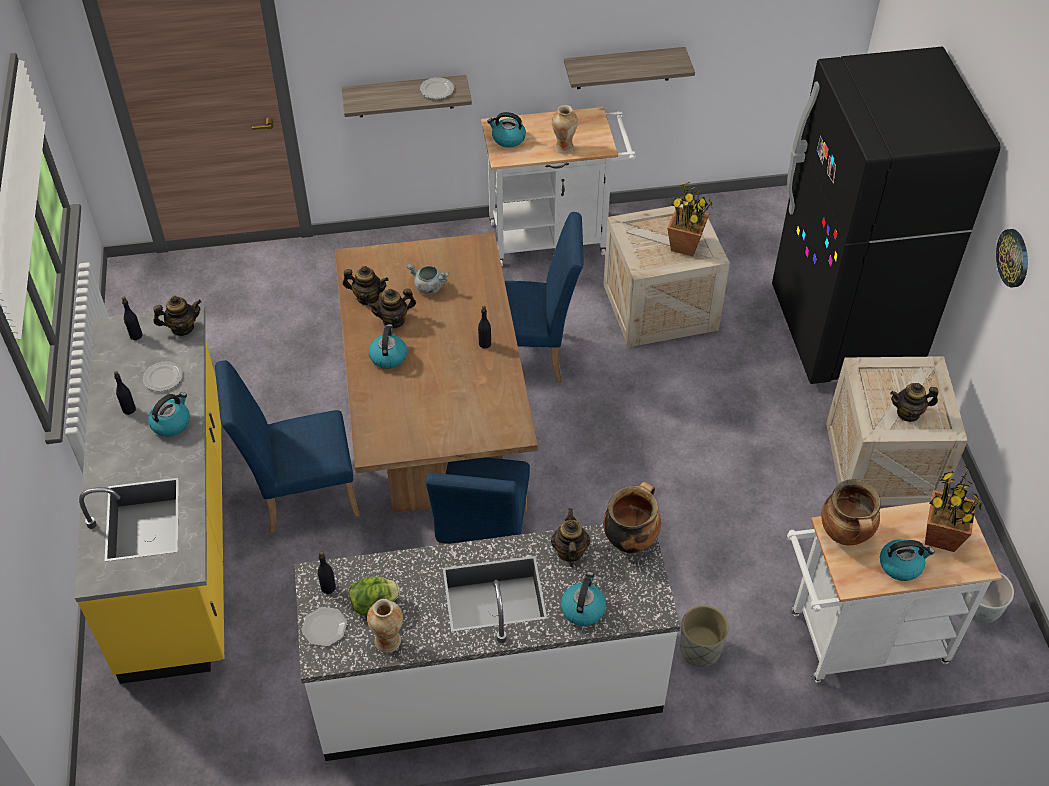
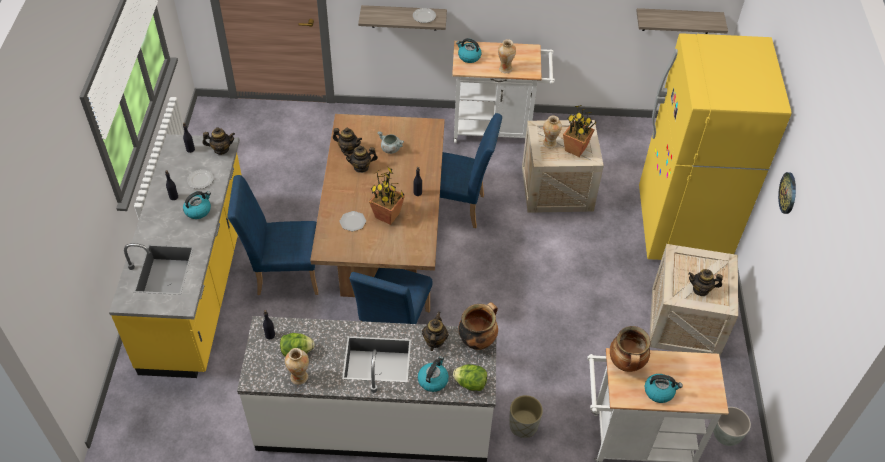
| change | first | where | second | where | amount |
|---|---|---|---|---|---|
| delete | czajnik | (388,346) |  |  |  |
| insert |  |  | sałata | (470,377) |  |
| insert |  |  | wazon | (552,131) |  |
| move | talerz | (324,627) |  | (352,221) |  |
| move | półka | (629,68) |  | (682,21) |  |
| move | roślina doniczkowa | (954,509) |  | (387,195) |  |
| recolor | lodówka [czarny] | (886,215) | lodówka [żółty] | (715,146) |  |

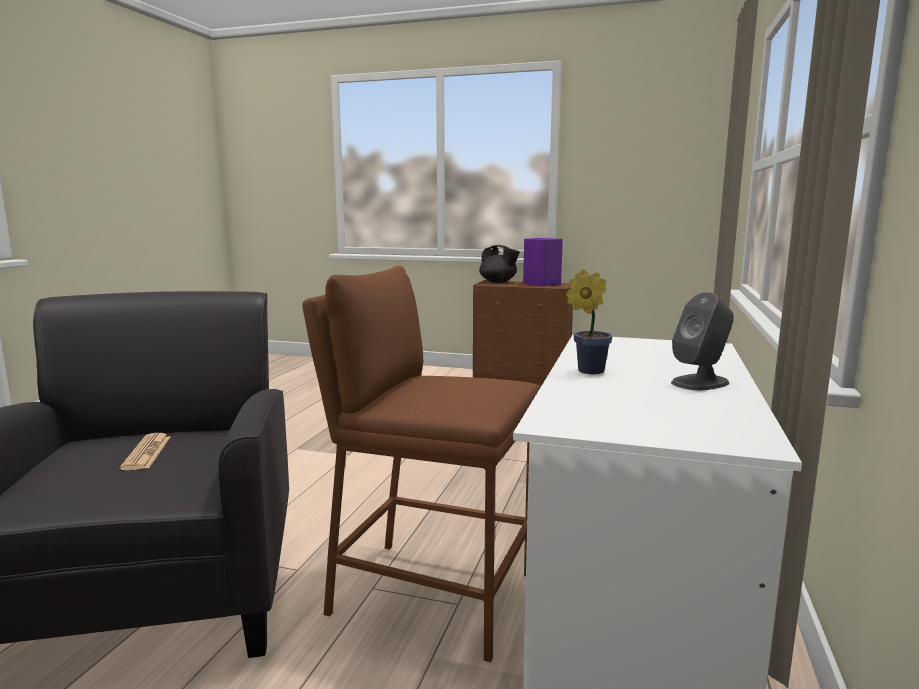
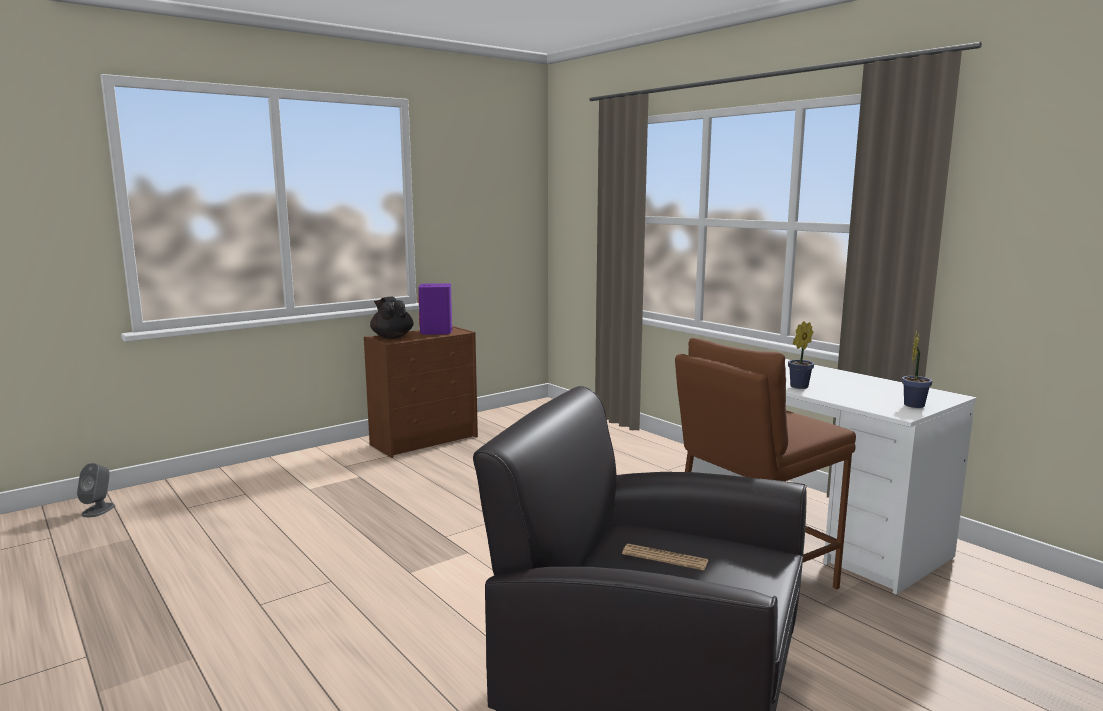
| change | first | where | second | where | amount |
|---|---|---|---|---|---|
| insert |  |  | roślina doniczkowa | (917,369) |  |
| move | głośnik [szary] | (702,341) |  | (96,490) |  |
| rotate | imbryk [czarny] | (499,264) |  | (391,317) | 105 degrees counterclockwise |

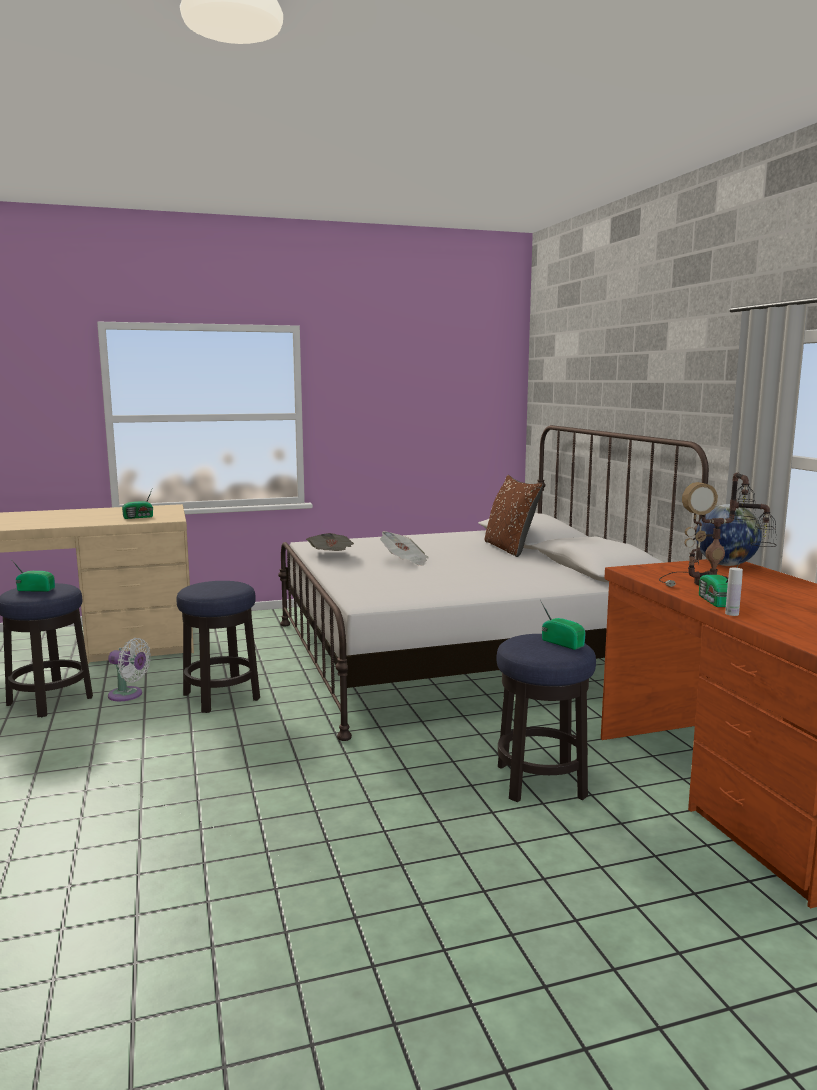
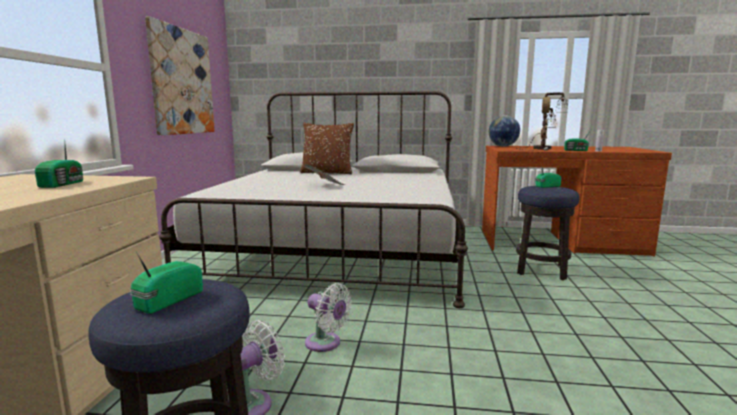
| change | first | where | second | where | amount |
|---|---|---|---|---|---|
| delete | gazeta | (330,542) |  |  |  |
| insert |  |  | obraz | (180,75) |  |
| replace | stołek | (218,647) | wentylator [biały] | (328,317) |  |

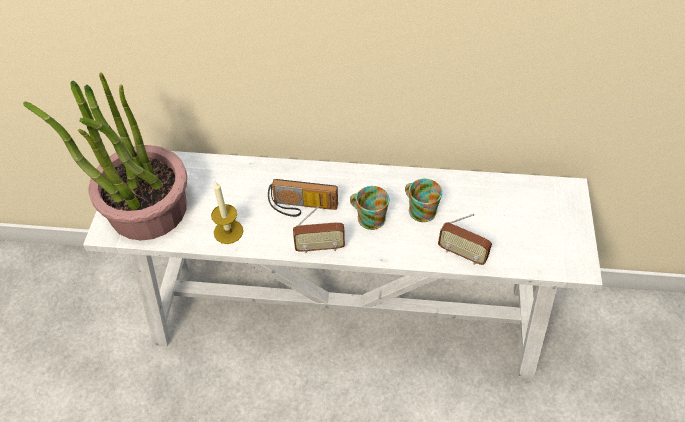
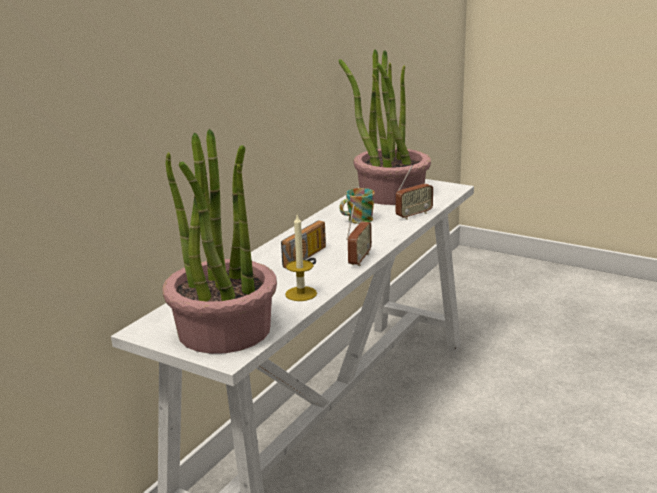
| change | first | where | second | where | amount |
|---|---|---|---|---|---|
| delete | kubek | (369,208) |  |  |  |
| insert |  |  | roślina doniczkowa | (385,127) |  |

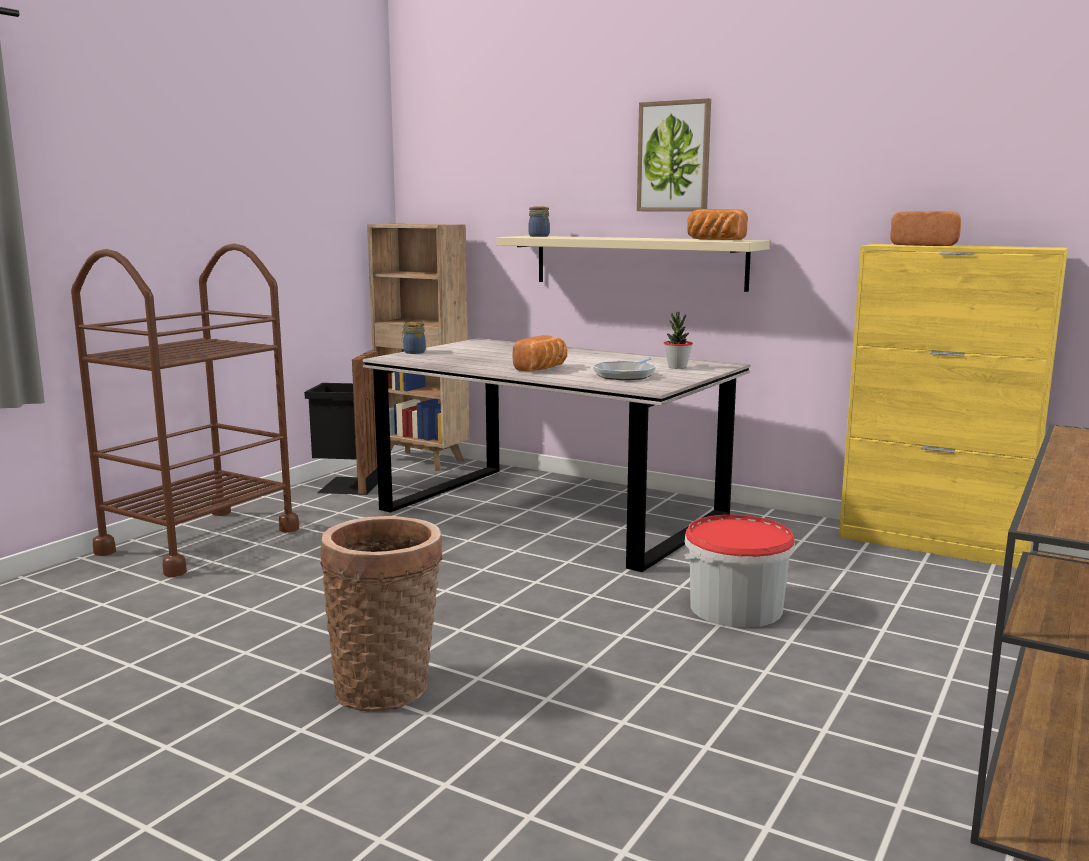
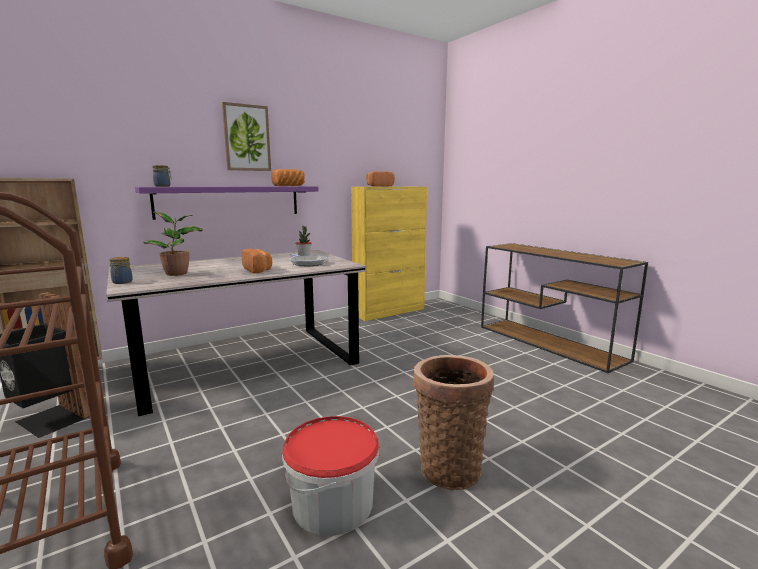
| change | first | where | second | where | amount |
|---|---|---|---|---|---|
| insert |  |  | roślina doniczkowa | (173,244) |  |
| move | wiadro | (740,571) |  | (331,476) |  |
| recolor | półka [beżowy] | (633,264) | półka [fioletowy] | (227,203) |  |

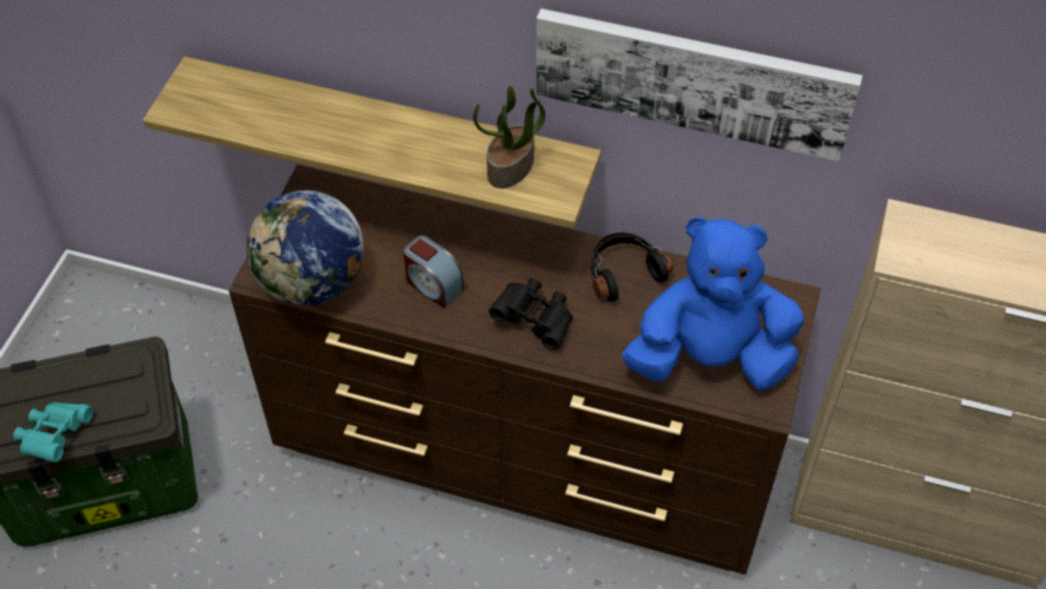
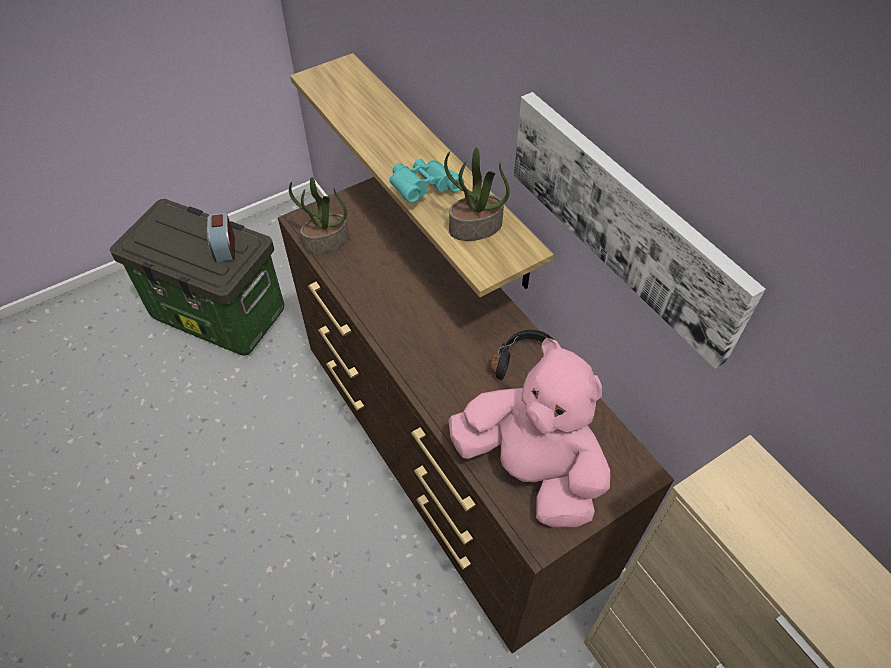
| change | first | where | second | where | amount |
|---|---|---|---|---|---|
| delete | lornetka [czarny] | (531,314) |  |  |  |
| move | lornetka [turkusowy] | (53,432) |  | (426,181) |  |
| move | budzik | (433,271) |  | (221,237) |  |
| replace | globus | (305,248) | roślina doniczkowa | (319,215) |  |
| recolor | pluszak [niebieski] | (713,304) | pluszak [różowy] | (529,432) |  |

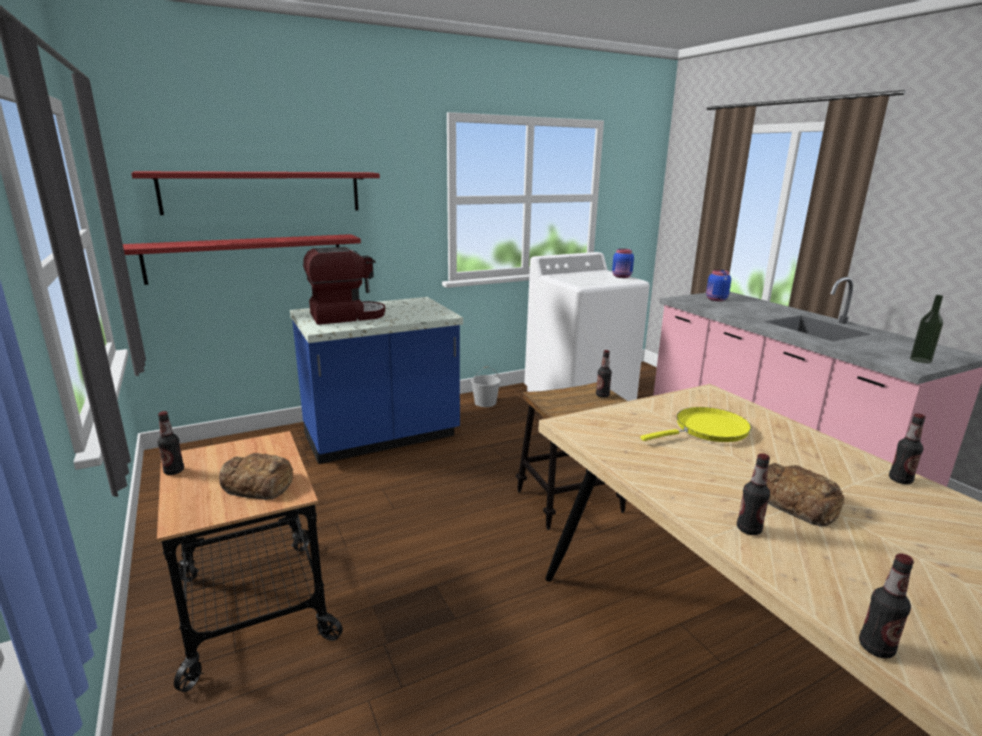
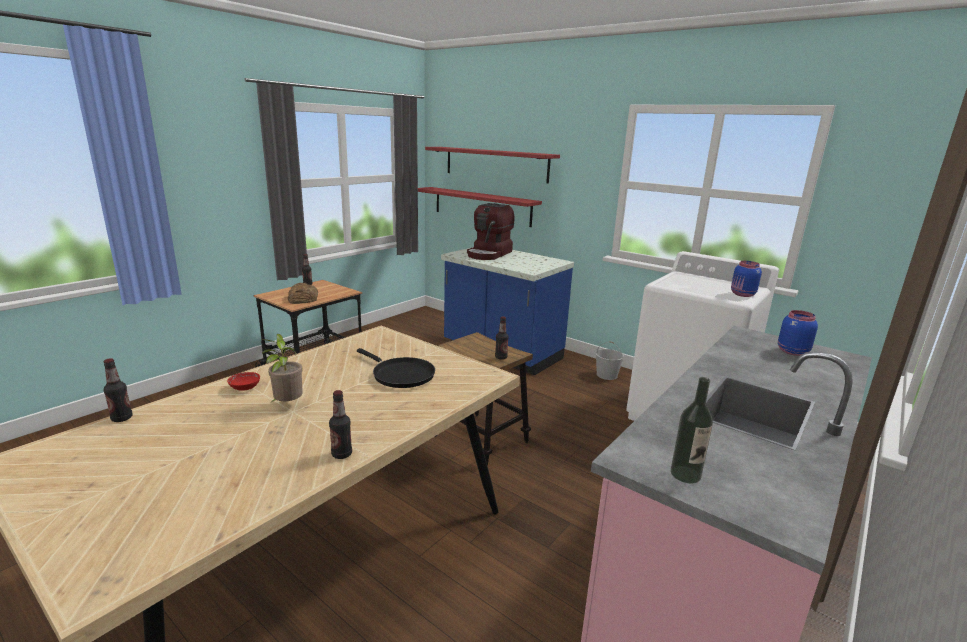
| change | first | where | second | where | amount |
|---|---|---|---|---|---|
| replace | butelka | (753,494) | miska [czerwony] | (243,381) |  |
| replace | chleb | (805,494) | roślina doniczkowa | (282,368) |  |
| recolor | patelnia [żółty] | (695,424) | patelnia [czarny] | (396,368) |  |
| rotate | ekspres do kawy | (344,286) |  | (491,231) | 75 degrees clockwise |

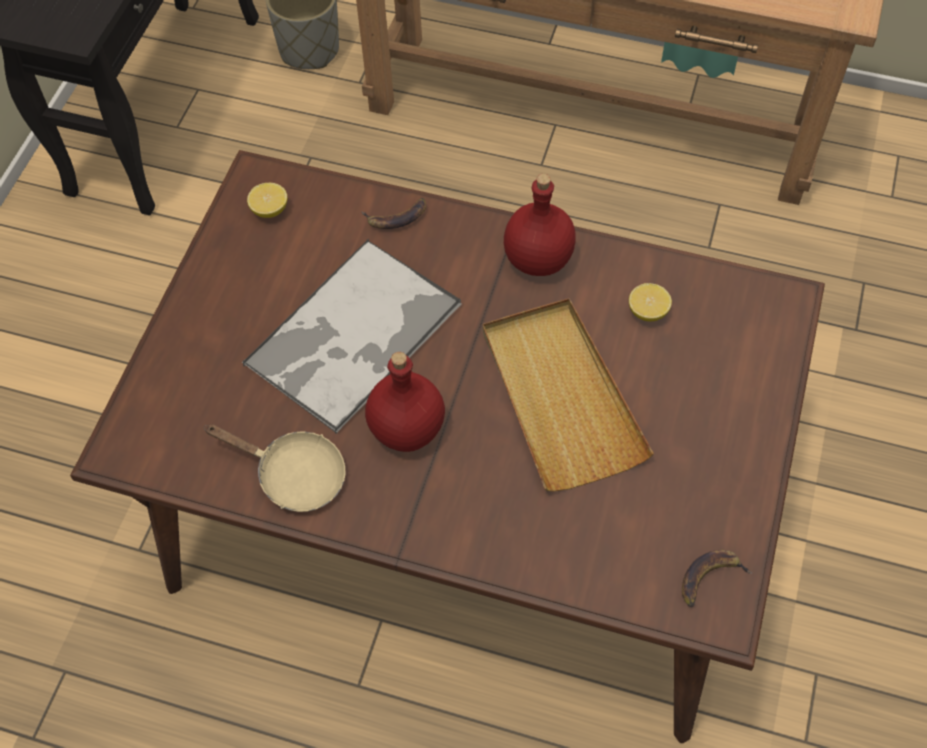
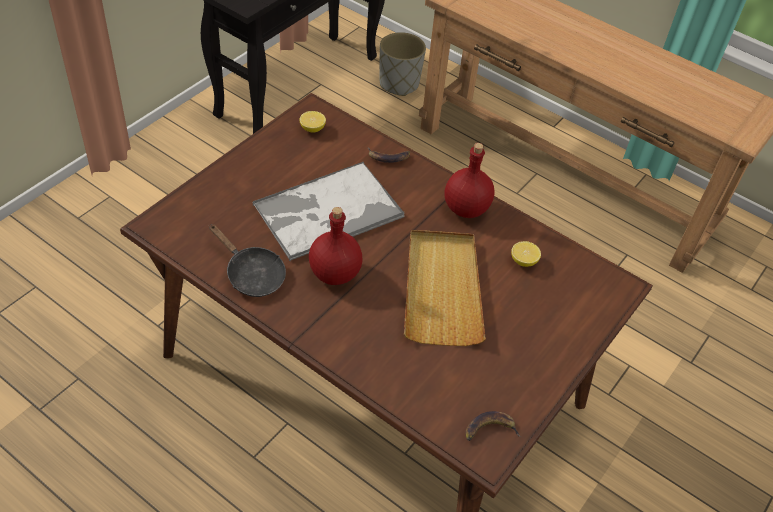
| change | first | where | second | where | amount |
|---|---|---|---|---|---|
| recolor | patelnia [beżowy] | (275,468) | patelnia [czarny] | (247,260) |  |

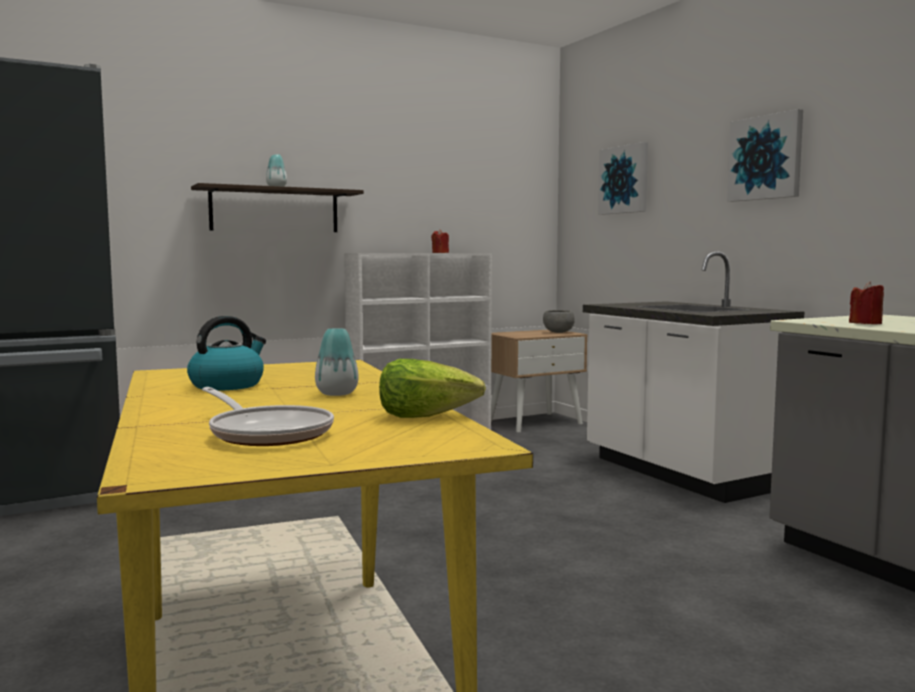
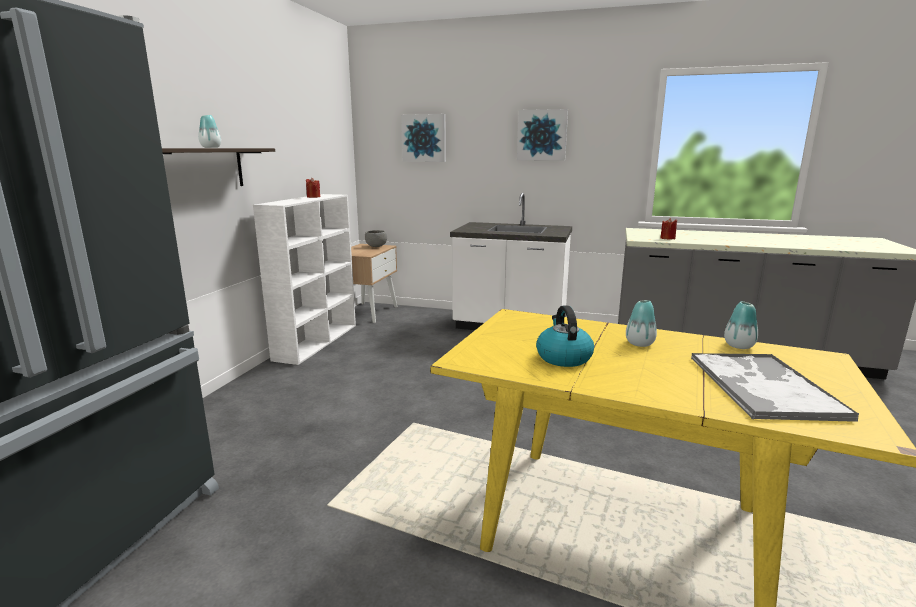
| change | first | where | second | where | amount |
|---|---|---|---|---|---|
| replace | patelnia | (268,416) | taca | (775,387) |  |
| replace | sałata | (432,388) | wazon | (741,325) |  |

